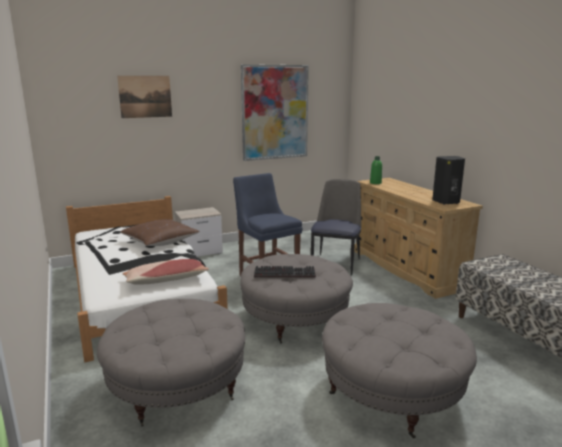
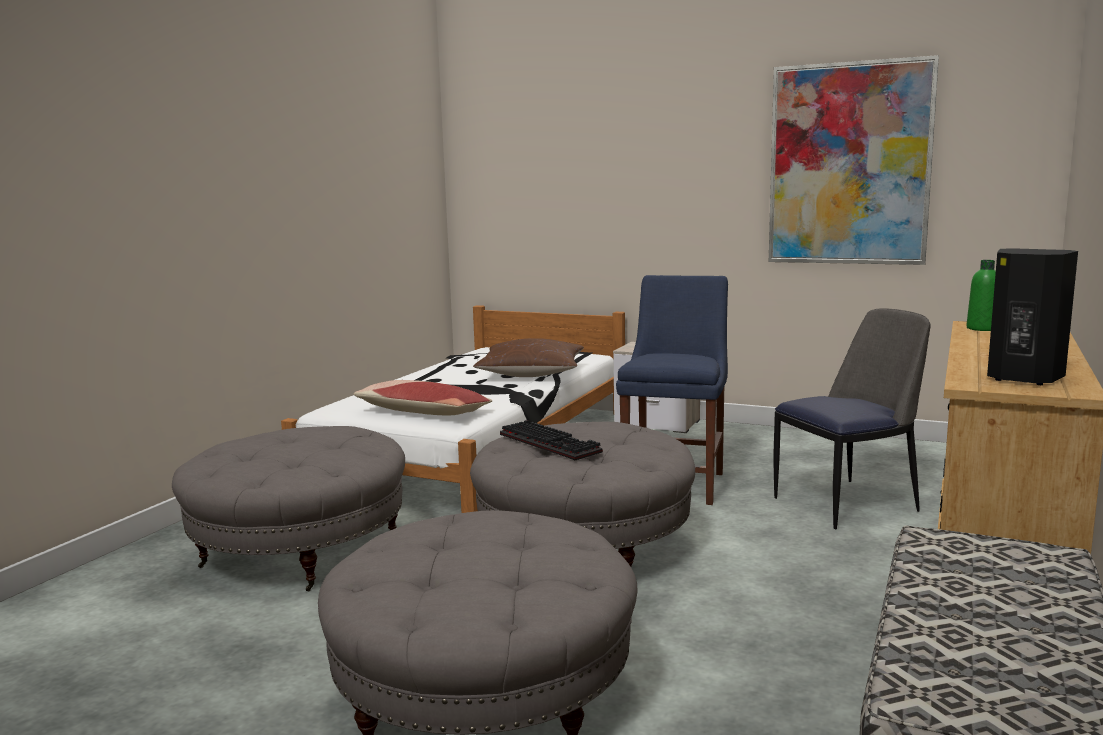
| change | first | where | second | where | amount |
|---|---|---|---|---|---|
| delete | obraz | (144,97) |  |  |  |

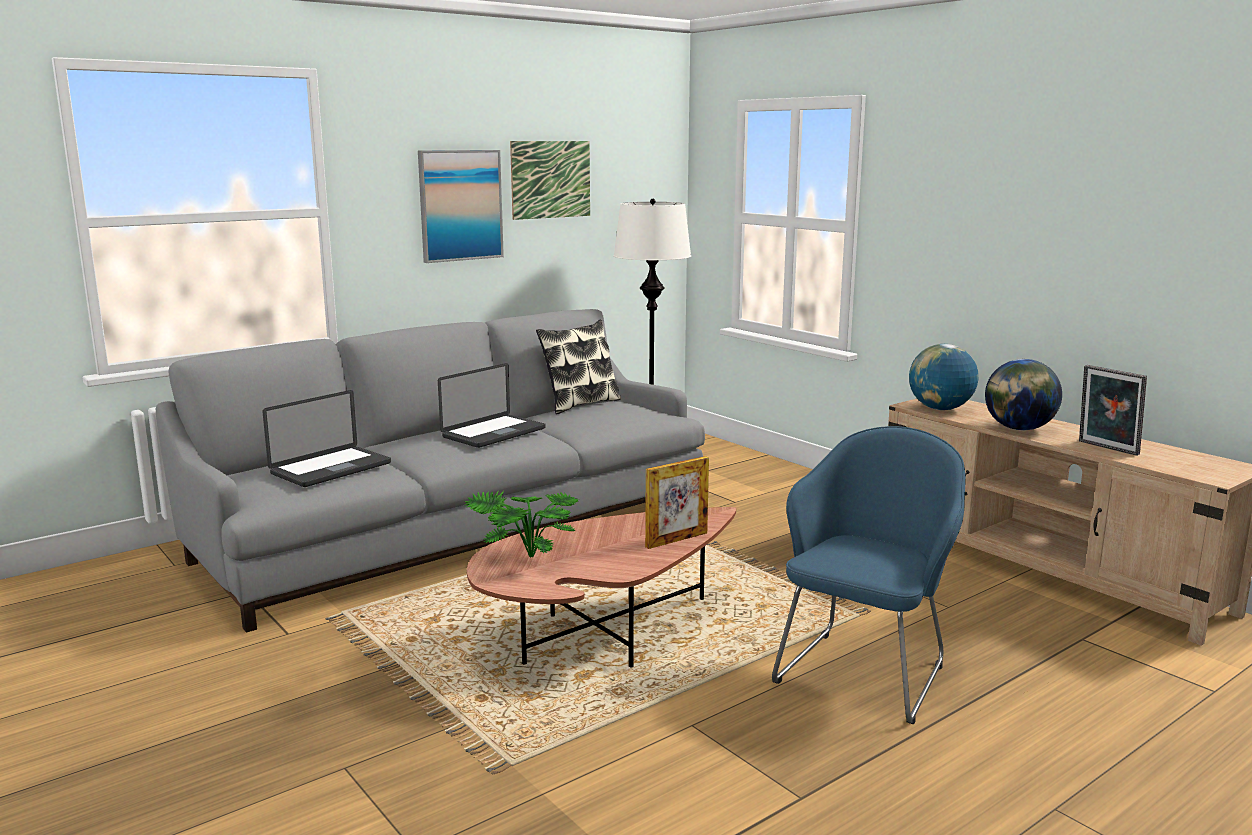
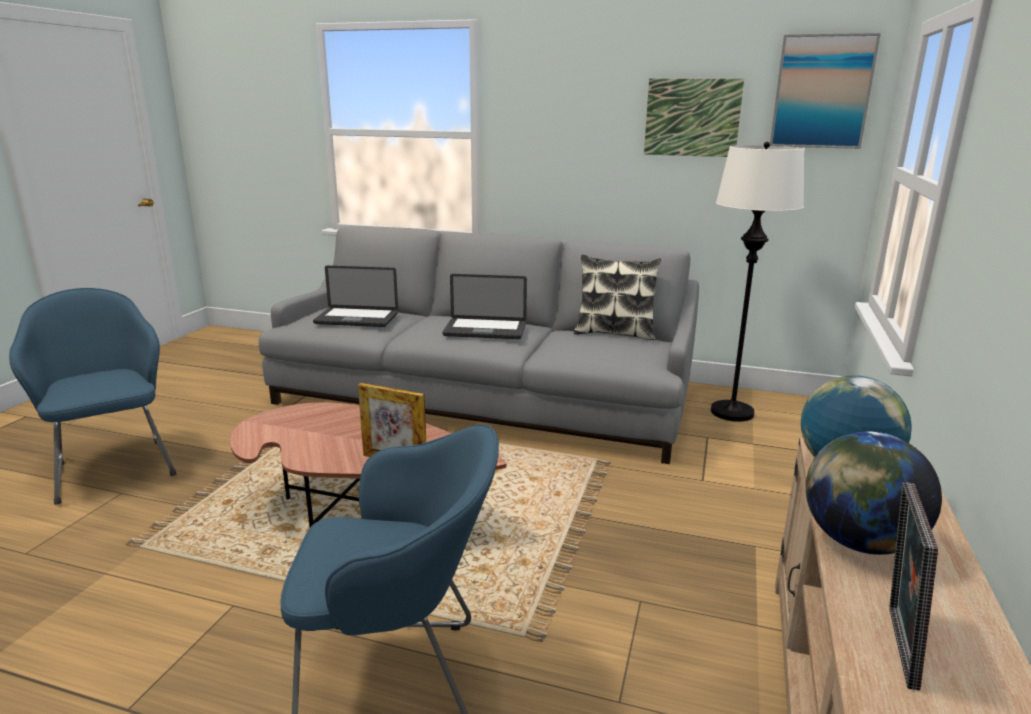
| change | first | where | second | where | amount |
|---|---|---|---|---|---|
| delete | roślina doniczkowa | (522,524) |  |  |  |
| insert |  |  | fotel [niebieski] | (93,396) |  |
| move | obraz | (461,206) |  | (825,91) |  |

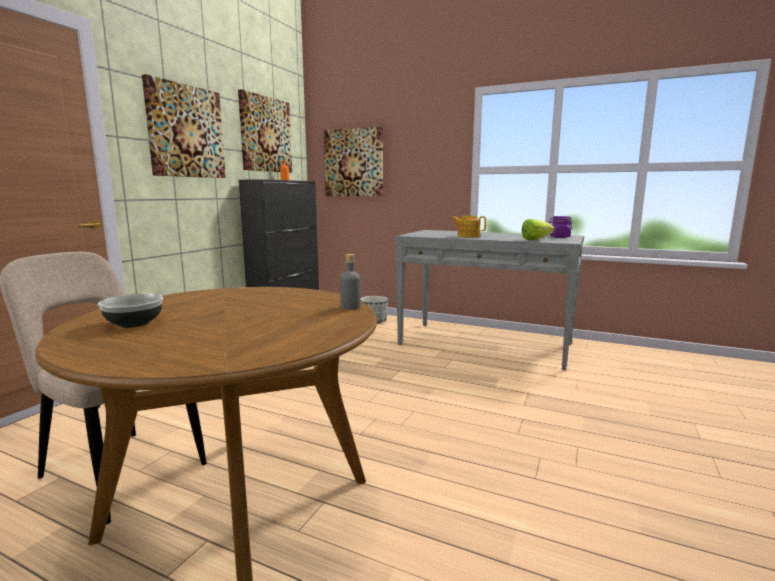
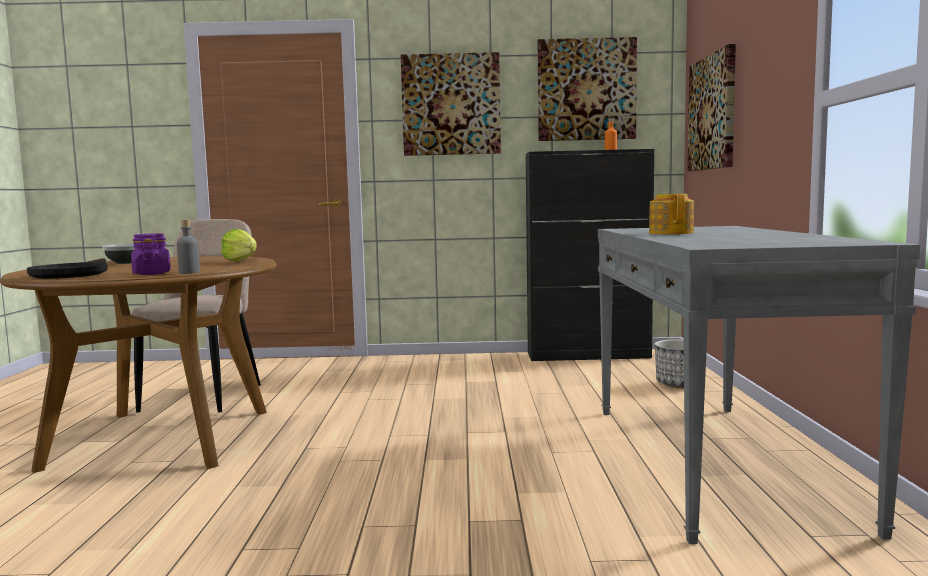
| change | first | where | second | where | amount |
|---|---|---|---|---|---|
| insert |  |  | patelnia [czarny] | (67,268) |  |
| move | sałata | (538,229) |  | (238,245) |  |
| move | słoik [fioletowy] | (560,227) |  | (151,254) |  |

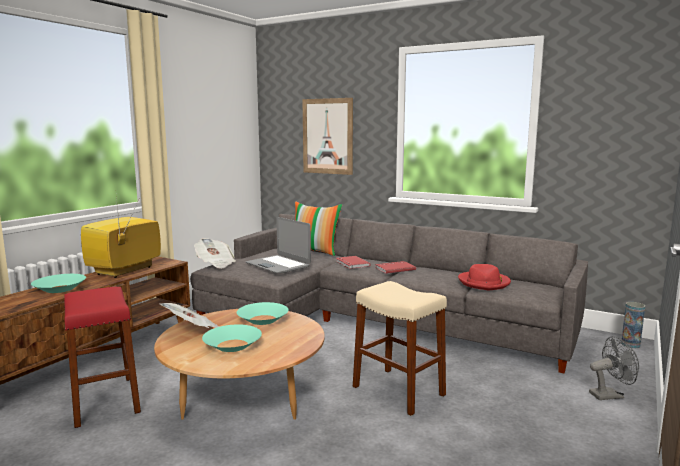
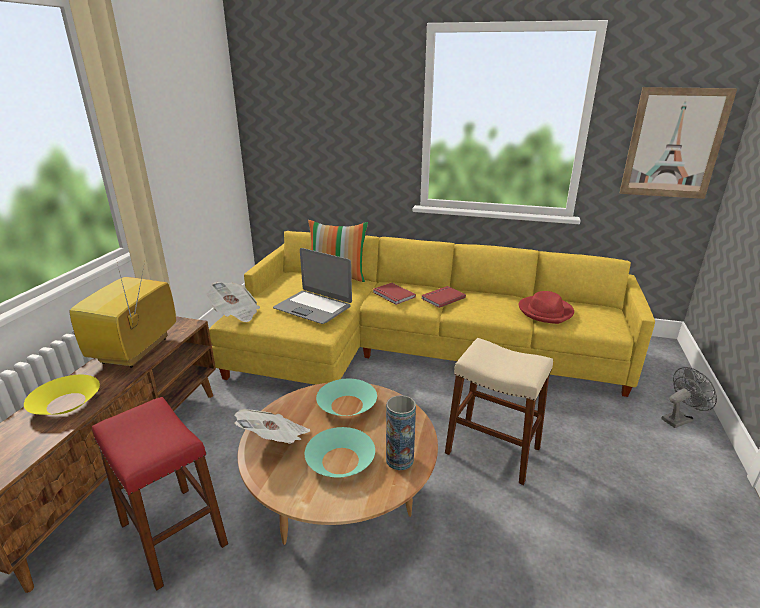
| change | first | where | second | where | amount |
|---|---|---|---|---|---|
| move | obraz | (327,136) |  | (678,143) |  |
| move | wazon | (633,325) |  | (401,432) |  |
| recolor | miska [turkusowy] | (58,283) | miska [żółty] | (62,395) |  |
| recolor | kanapa [szary] | (389,293) | kanapa [żółty] | (432,314) |  |

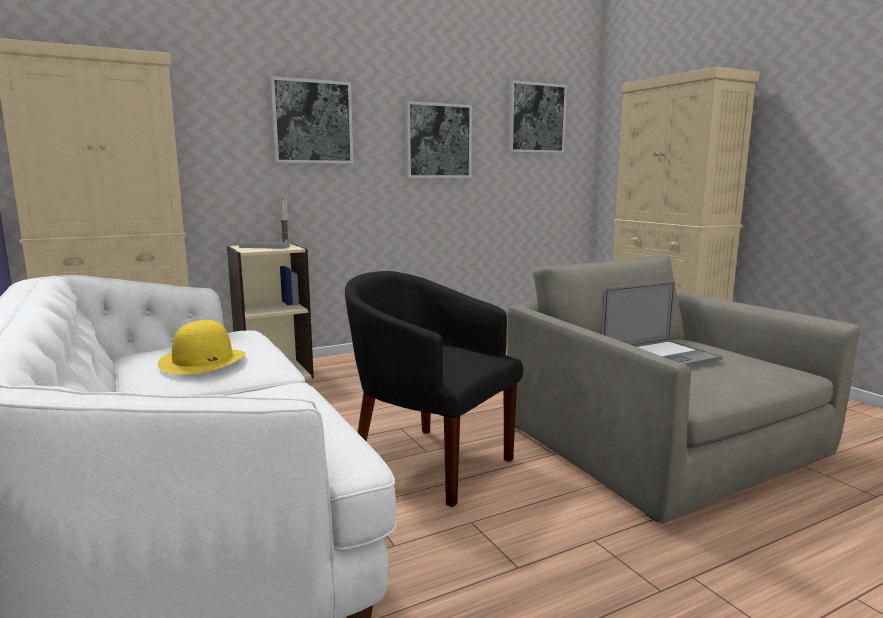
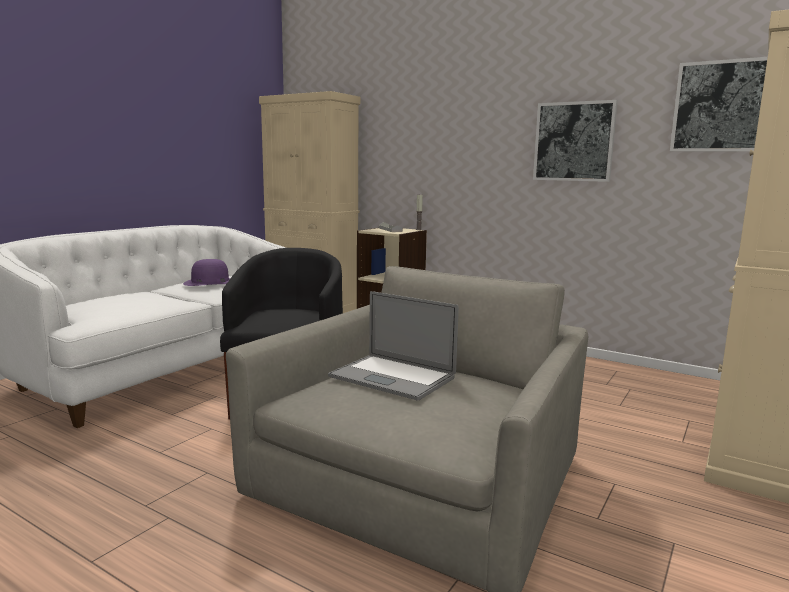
| change | first | where | second | where | amount |
|---|---|---|---|---|---|
| delete | obraz | (311,119) |  |  |  |
| recolor | kapelusz [żółty] | (202,347) | kapelusz [fioletowy] | (206,272) |  |

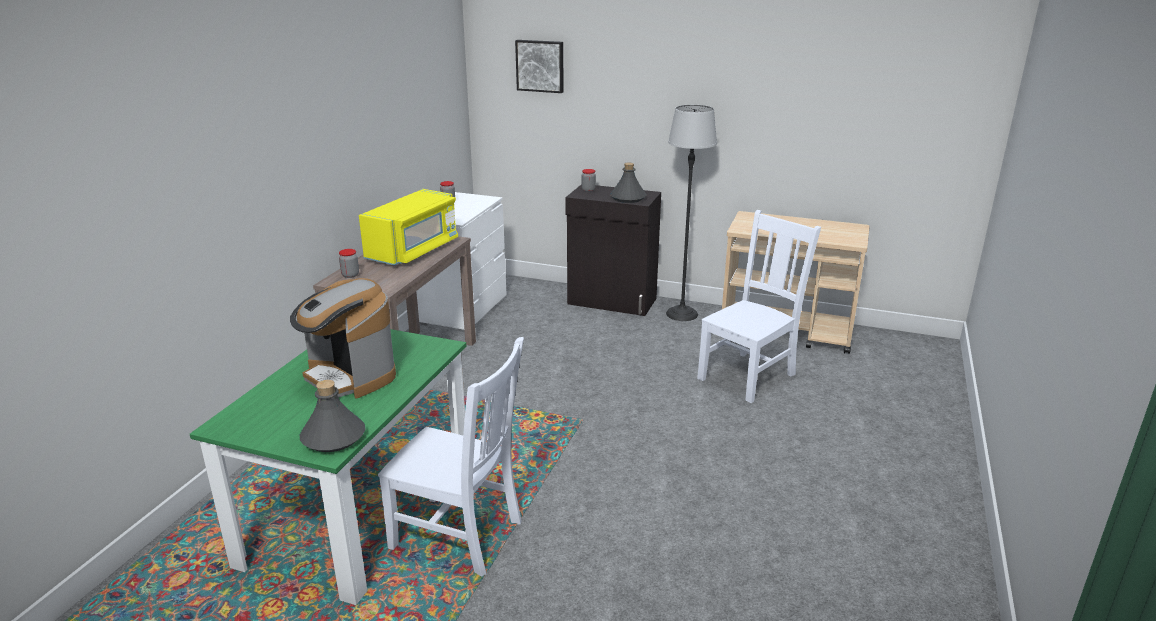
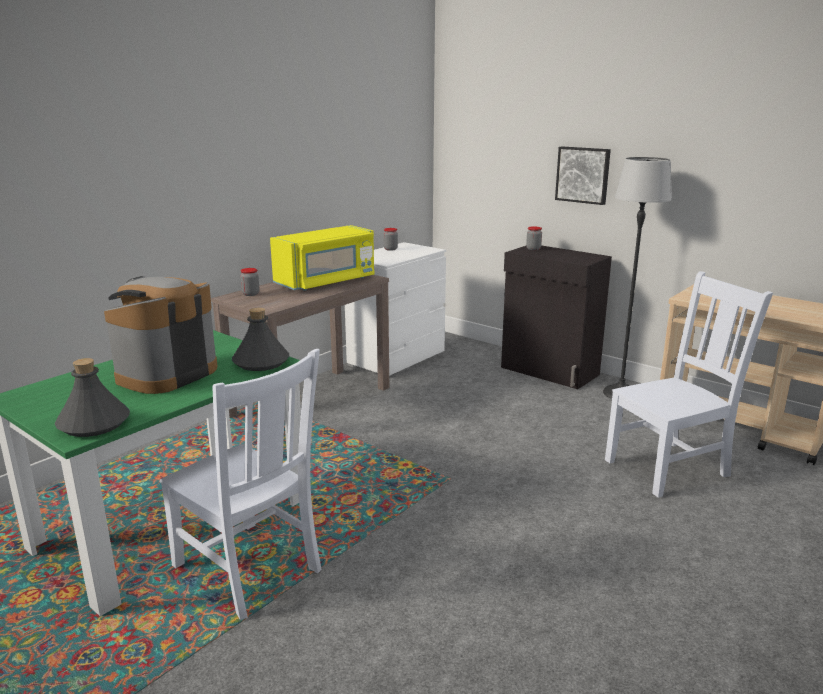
| change | first | where | second | where | amount |
|---|---|---|---|---|---|
| move | obraz | (539,66) |  | (583,175) |  |
| move | butelka [szary] | (628,183) |  | (260,339) |  |
| rotate | ekspres do kawy | (343,338) |  | (161,335) | 60 degrees clockwise |

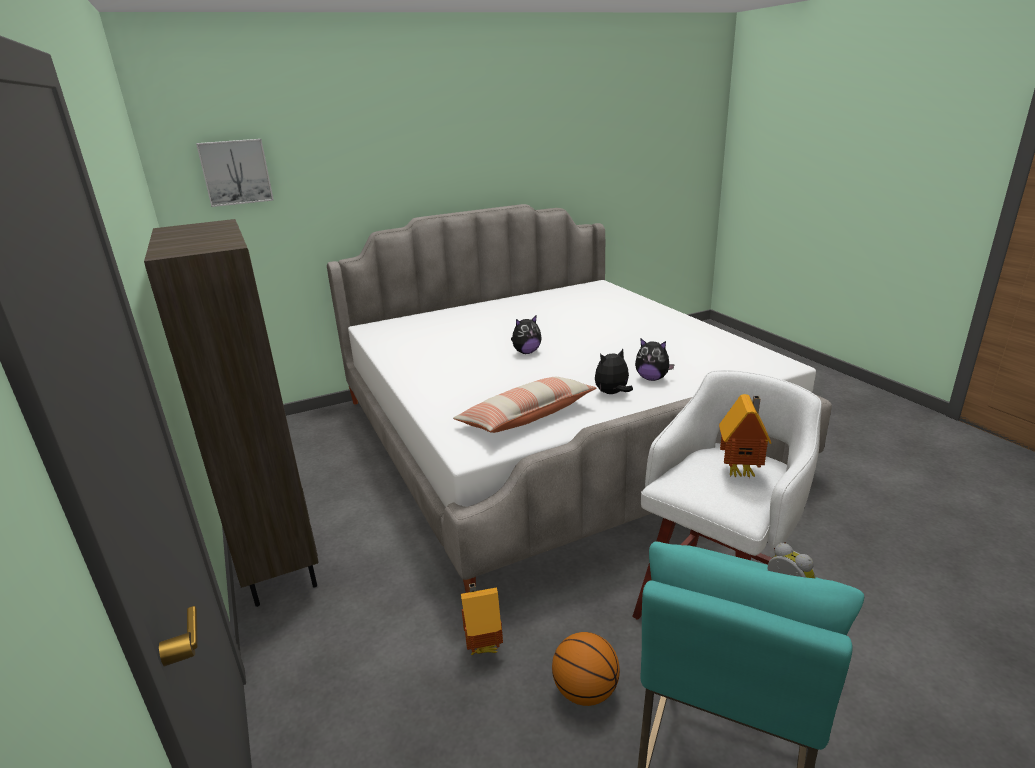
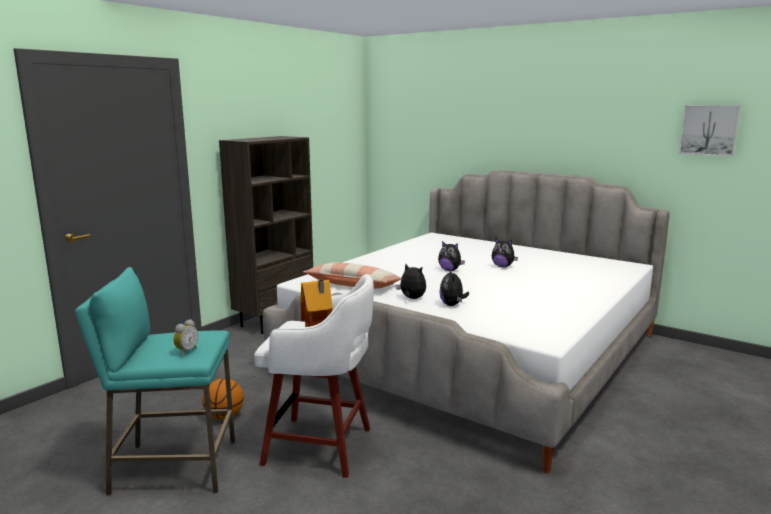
| change | first | where | second | where | amount |
|---|---|---|---|---|---|
| delete | domek | (482,619) |  |  |  |
| insert |  |  | pluszak | (505,252) |  |
| move | obraz | (235,173) |  | (710,130) |  |

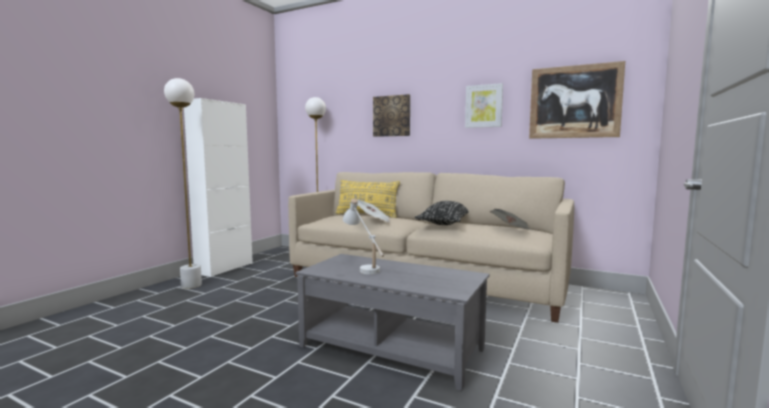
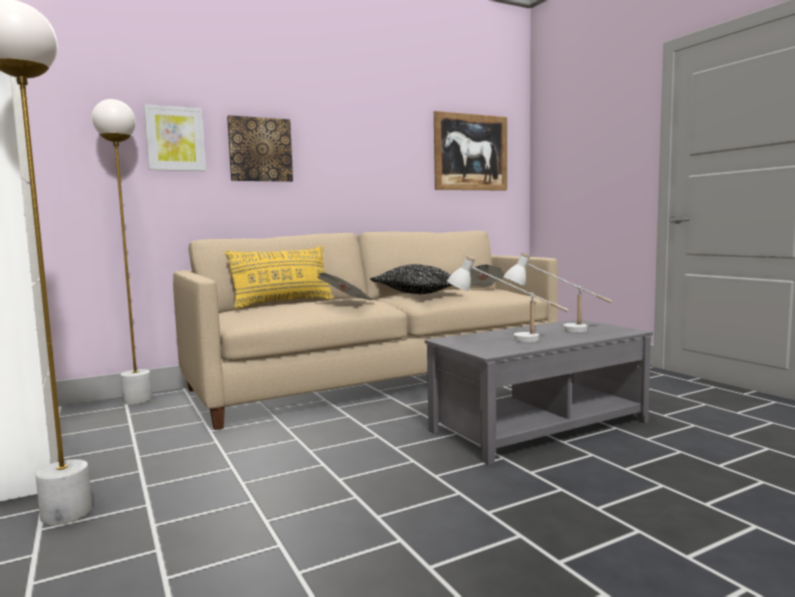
| change | first | where | second | where | amount |
|---|---|---|---|---|---|
| insert |  |  | lampa stołowa [biały] | (557,292) |  |
| move | obraz | (484,105) |  | (175,137) |  |

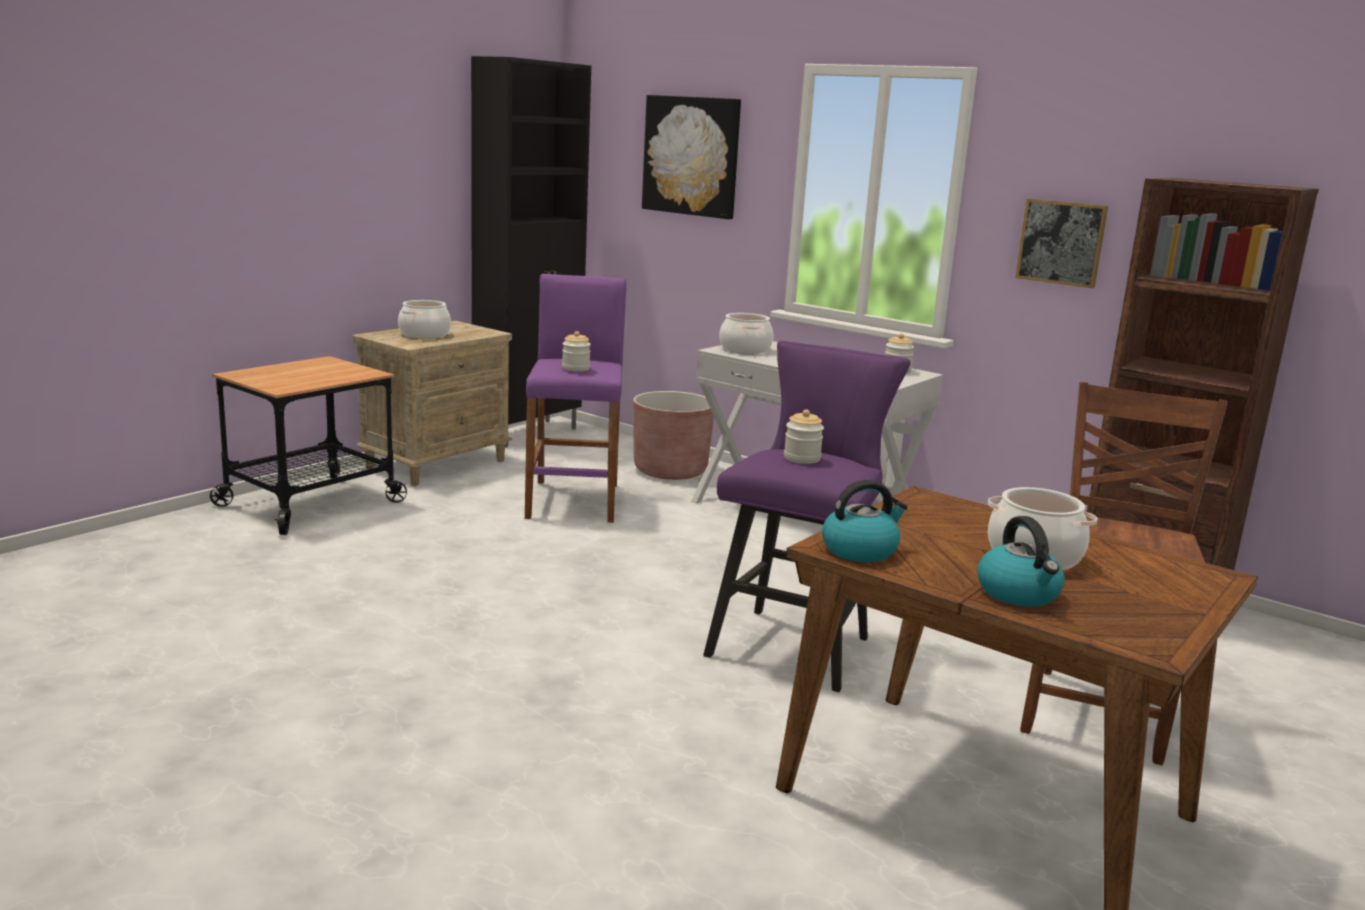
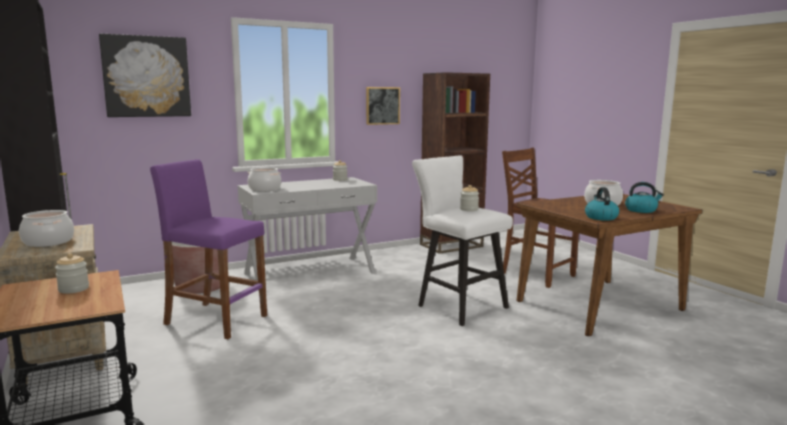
| change | first | where | second | where | amount |
|---|---|---|---|---|---|
| move | słoik | (576,351) |  | (72,273) |  |
| recolor | stołek [fioletowy] | (807,516) | stołek [biały] | (462,240) |  |

